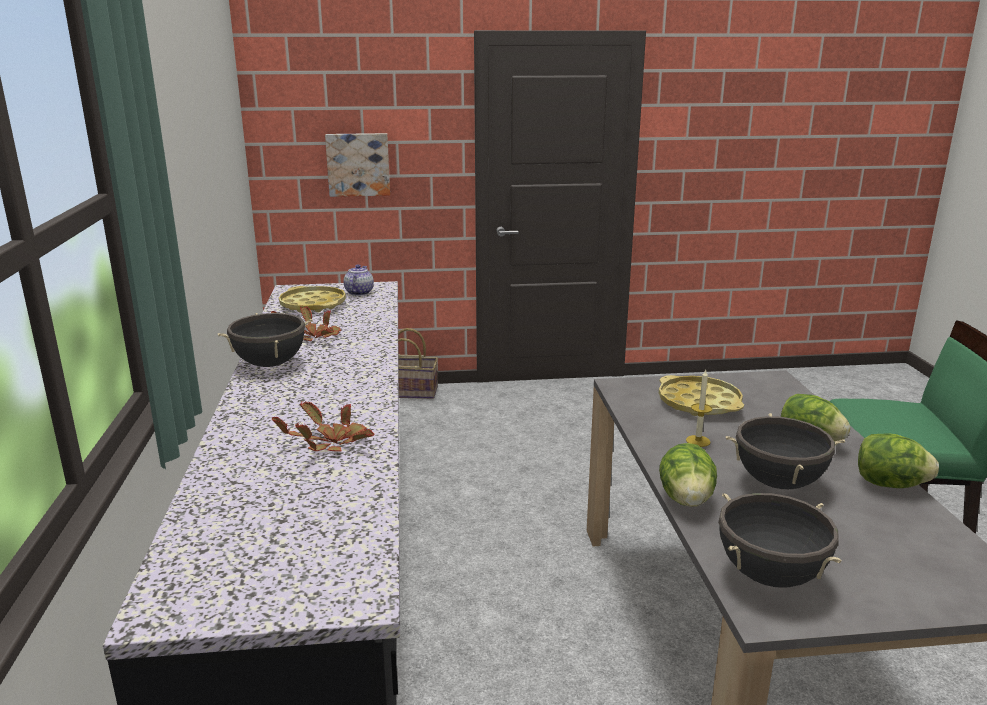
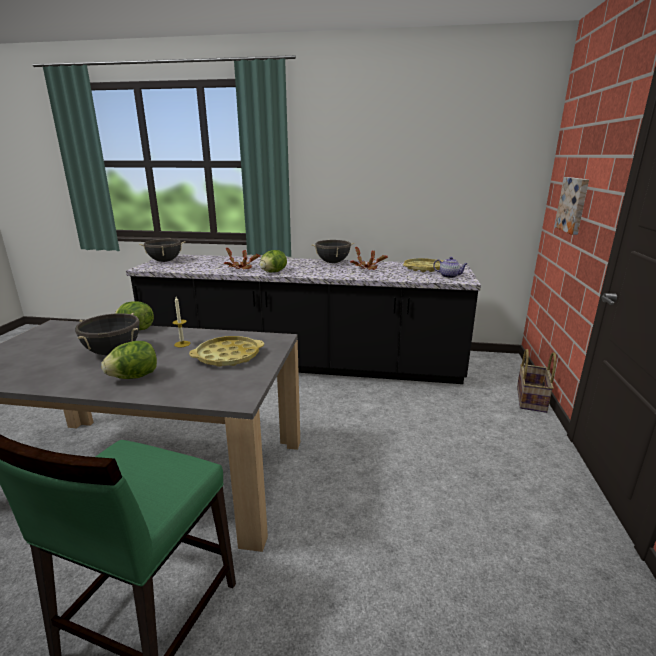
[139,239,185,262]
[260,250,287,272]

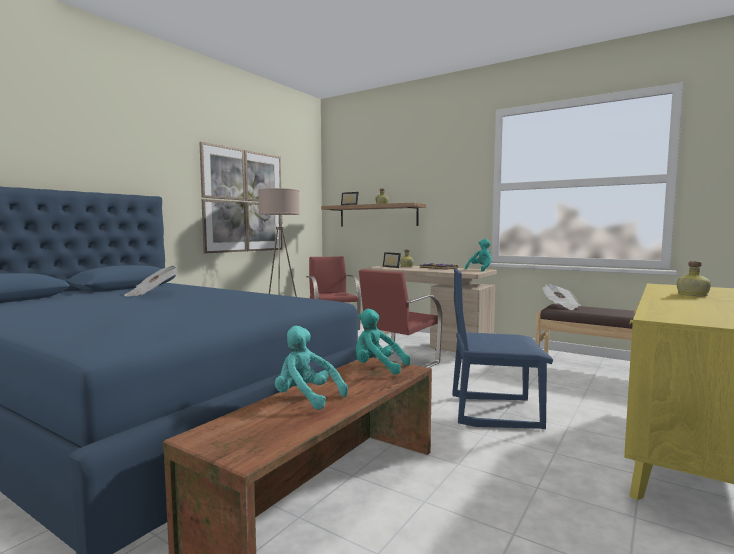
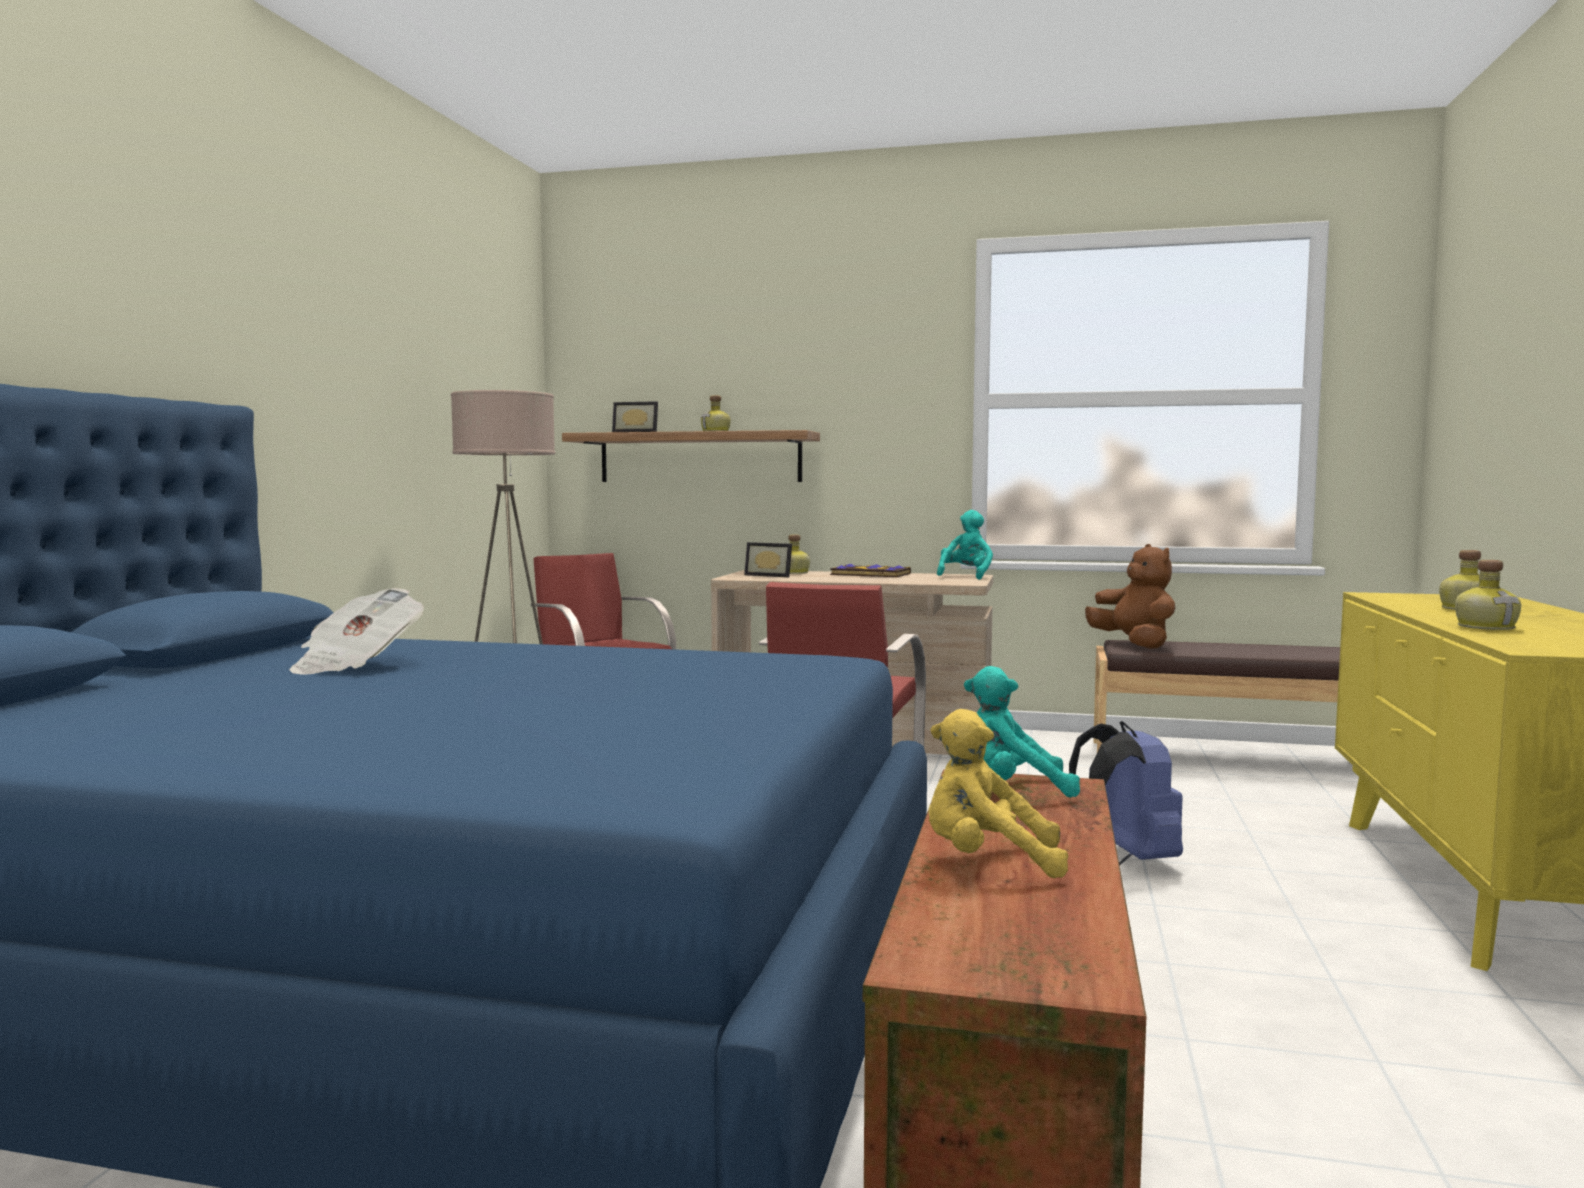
[199,142,282,253] (first image)
[1455,560,1521,630]
[1069,721,1183,866]
[1085,544,1175,649]
[928,709,1068,878]

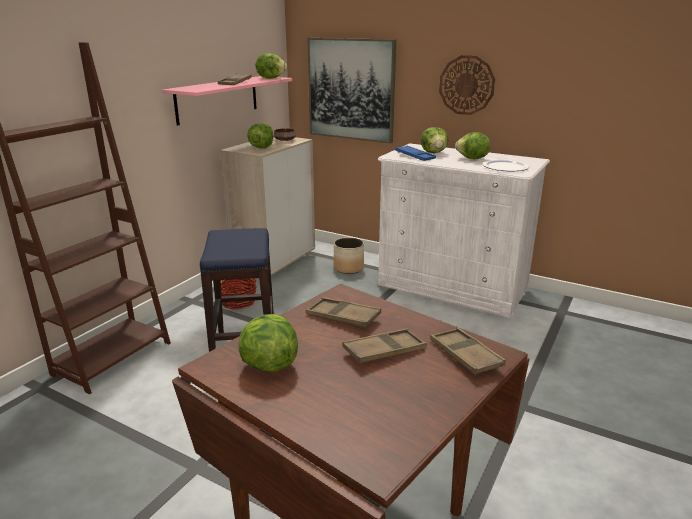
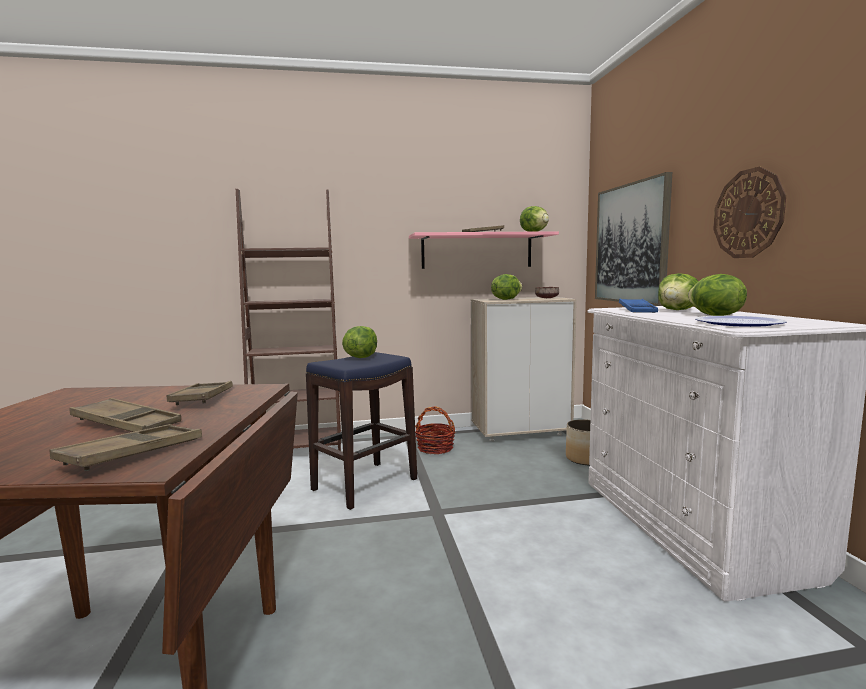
[342,326,377,358]

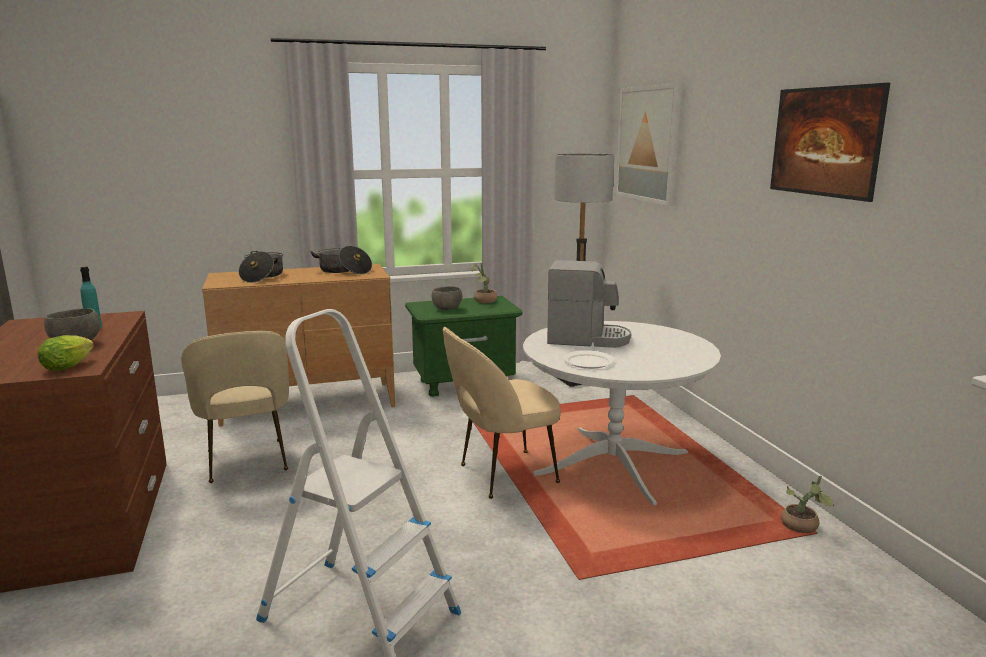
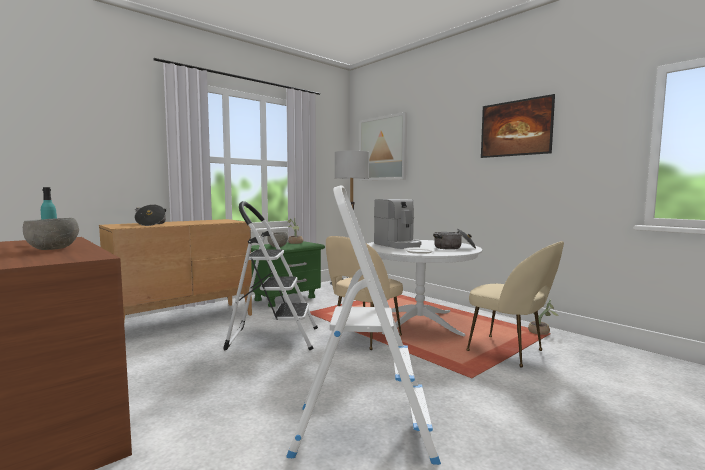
[38,335,94,371] (first image)
[223,201,318,350]
[466,241,564,368]
[433,228,476,250]
[374,199,422,249]

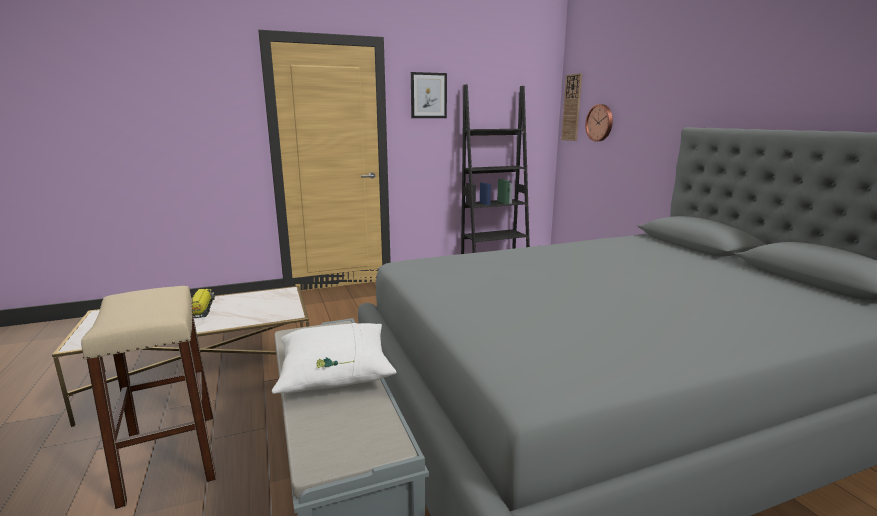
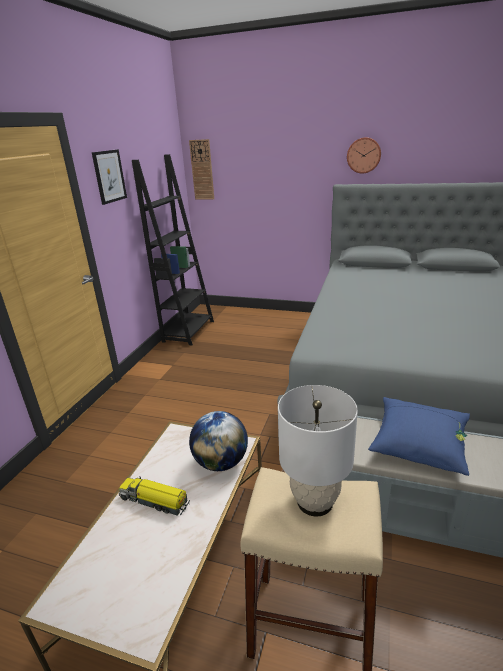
[189,411,248,471]
[278,385,358,516]
[347,137,381,174]
[368,397,470,476]

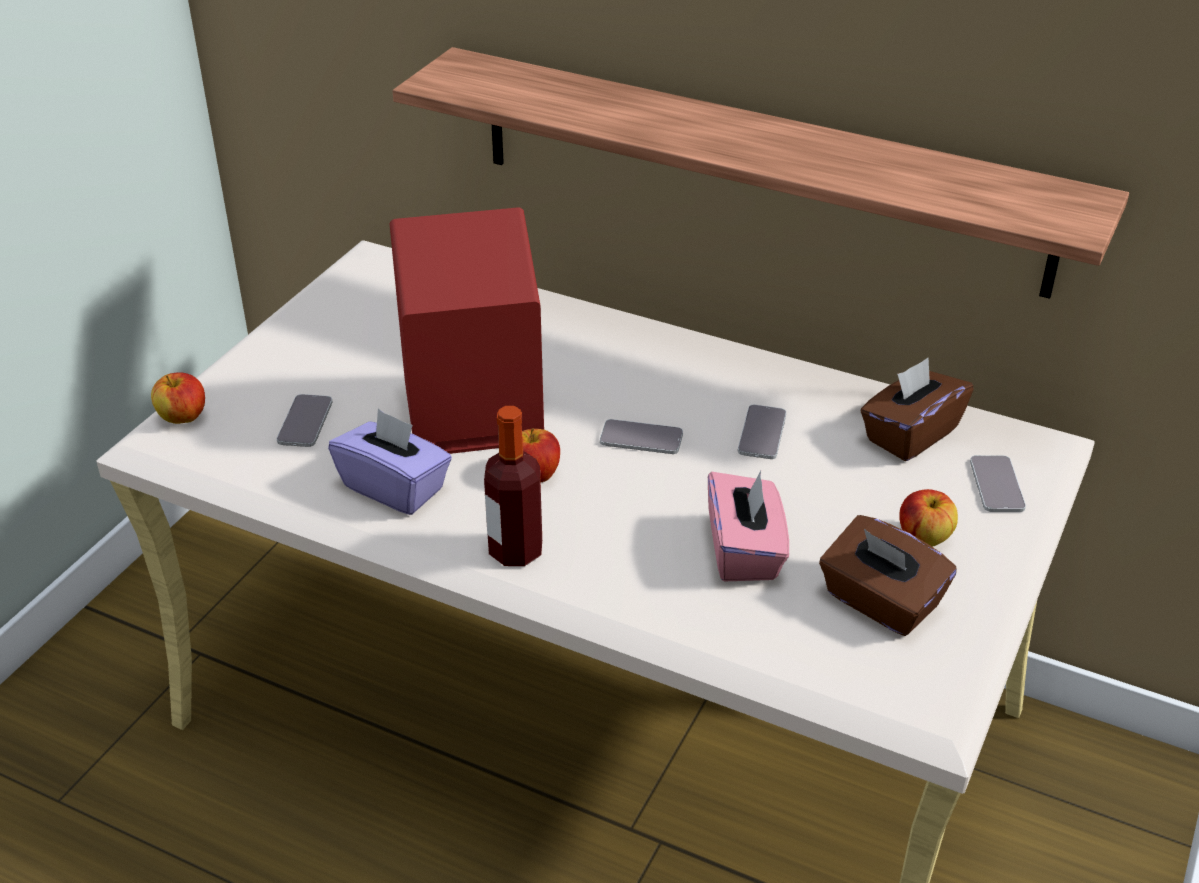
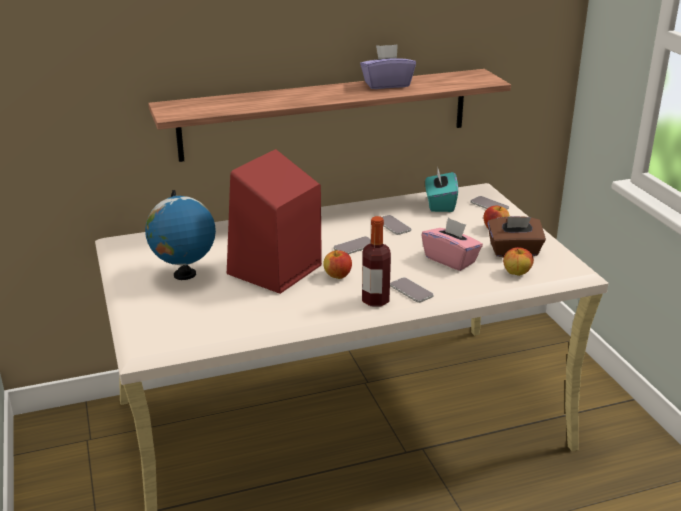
[145,190,216,280]
[503,247,534,276]
[390,277,434,303]
[360,44,416,89]
[425,166,458,212]

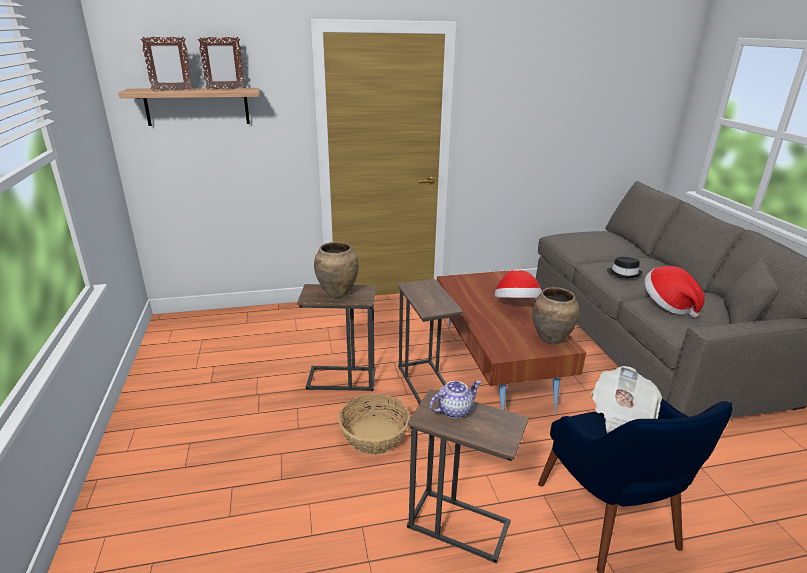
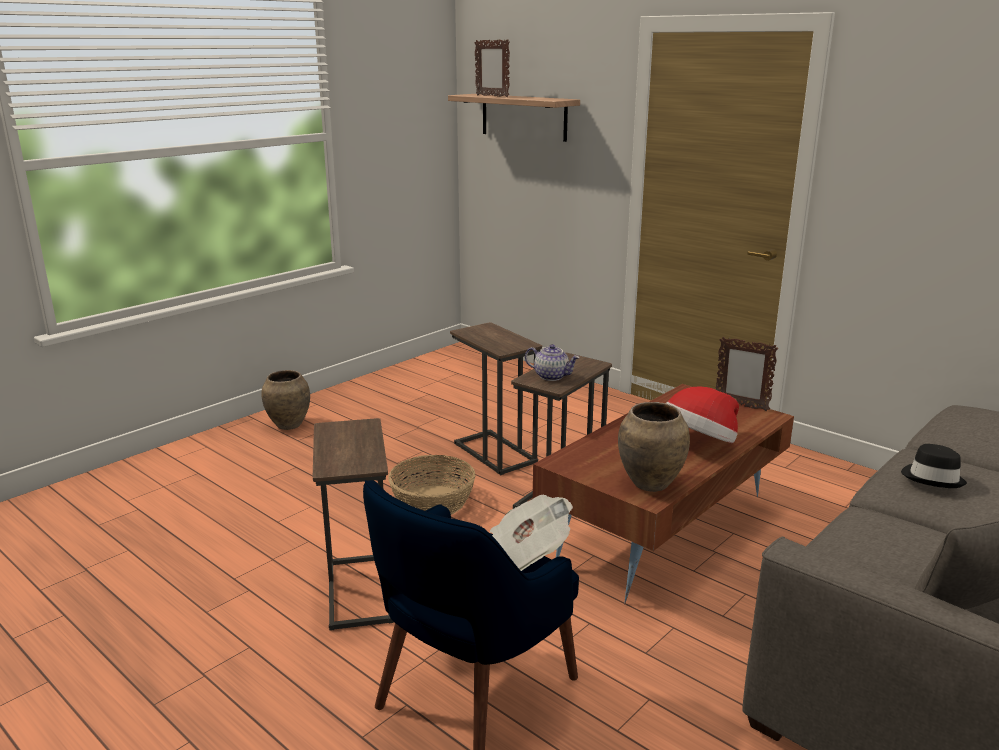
[644,266,705,318] (first image)
[716,337,778,411]
[261,370,310,430]
[525,344,580,381]

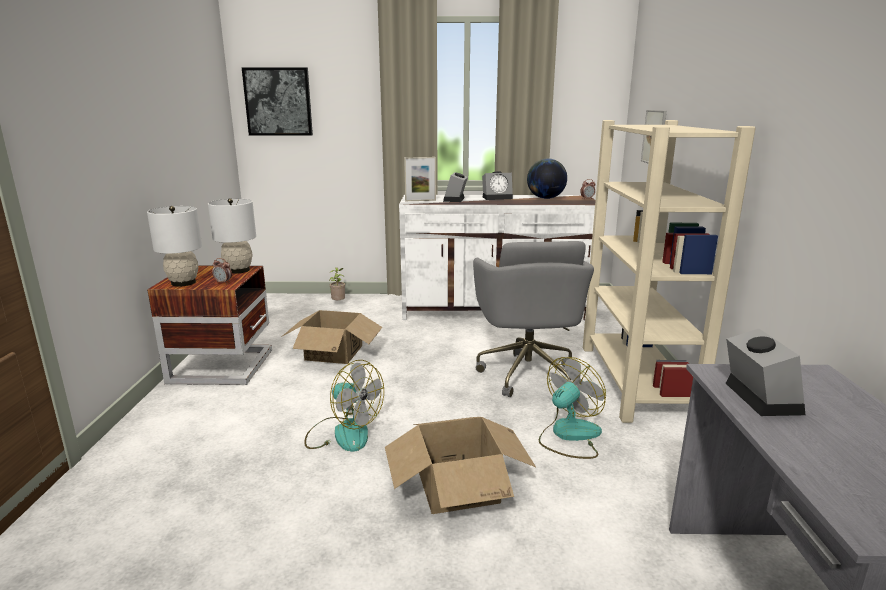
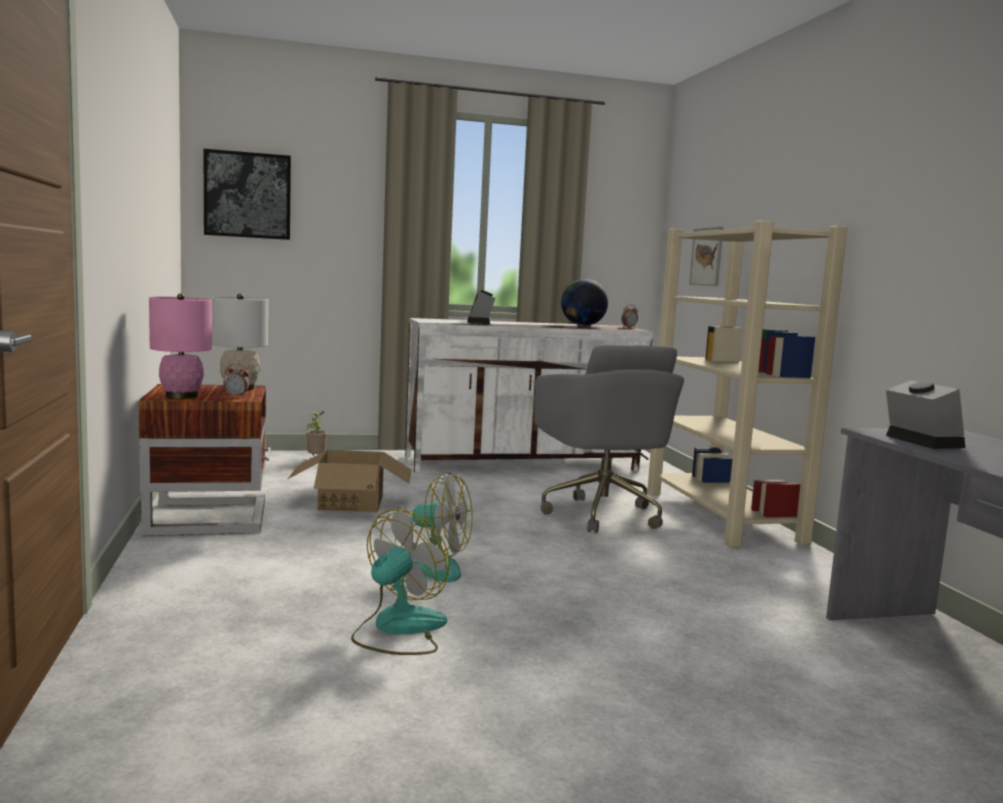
[385,417,536,514] (first image)
[404,157,436,201] (first image)
[482,171,513,200] (first image)
[351,510,450,655]
[149,293,212,399]

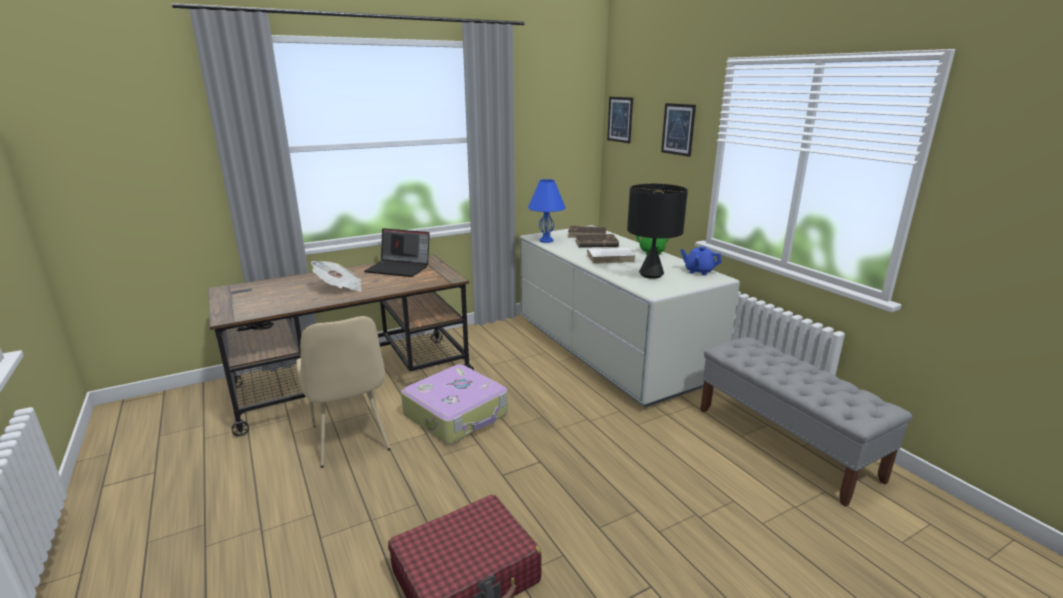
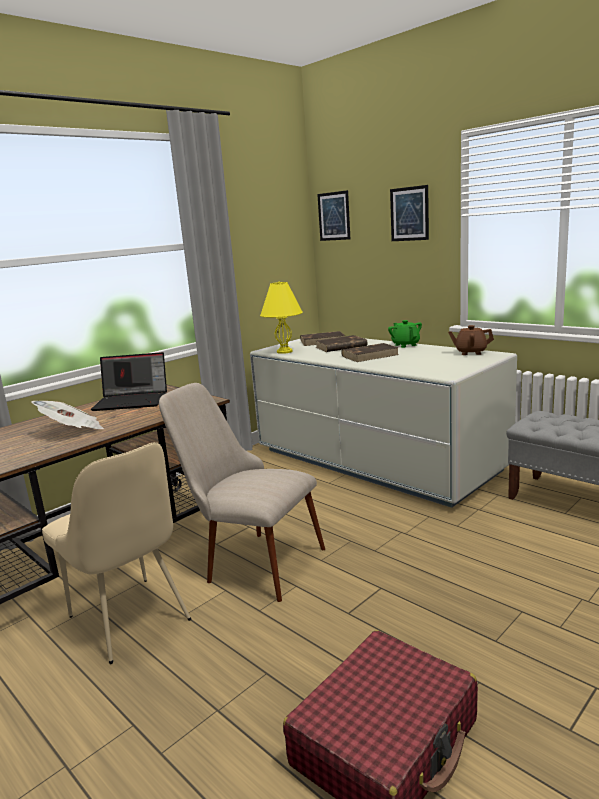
[627,184,688,279] (first image)
[159,383,325,602]
[260,282,303,354]
[341,343,399,362]
[448,325,494,355]

